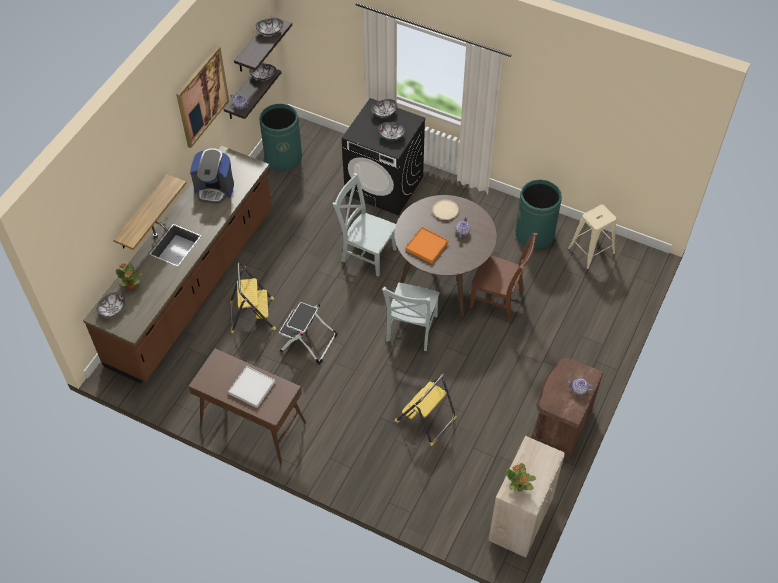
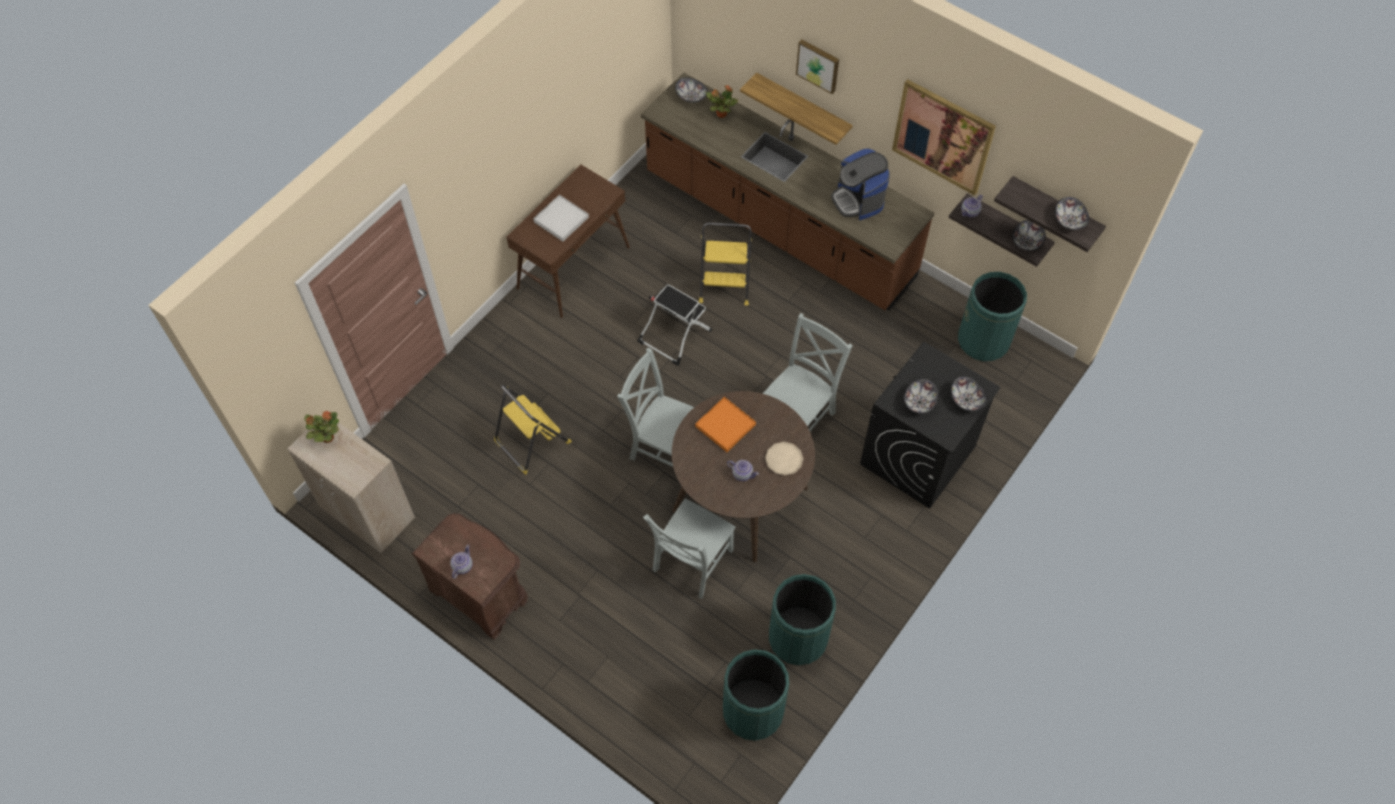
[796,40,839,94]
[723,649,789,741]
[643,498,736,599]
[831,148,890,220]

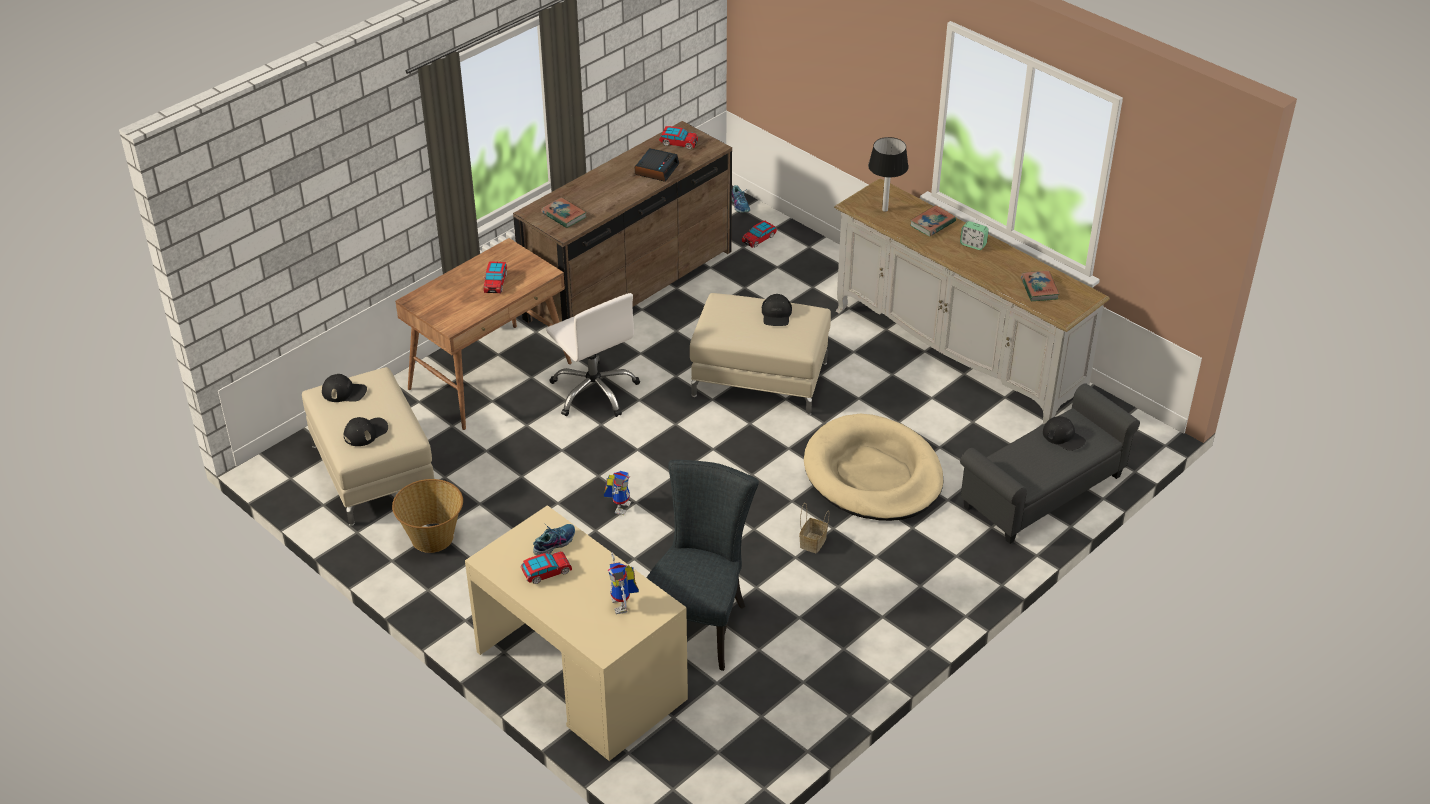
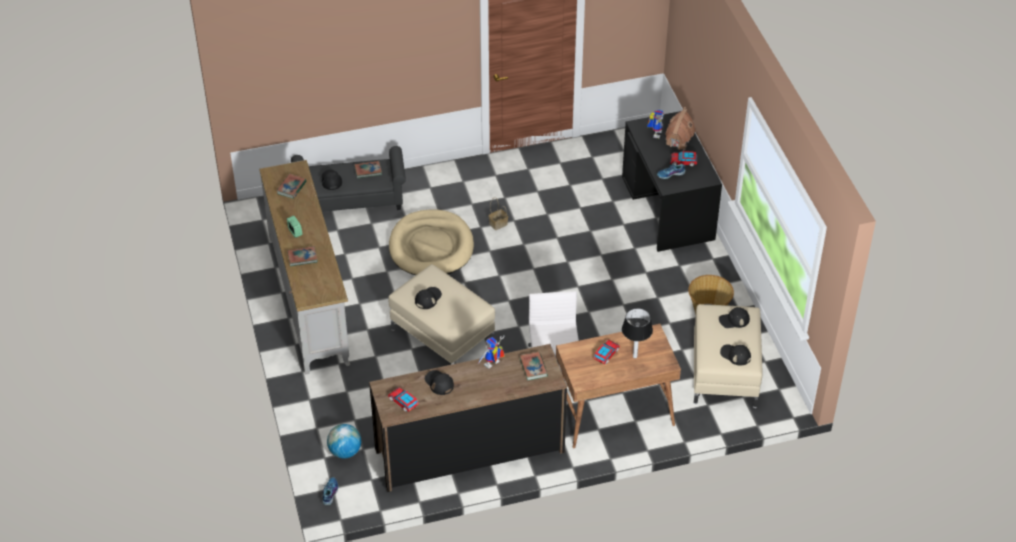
[646,460,759,671] (first image)
[354,161,382,178]
[665,107,695,151]
[479,335,505,369]
[622,308,653,358]
[425,370,454,395]
[327,424,361,458]
[622,111,722,252]

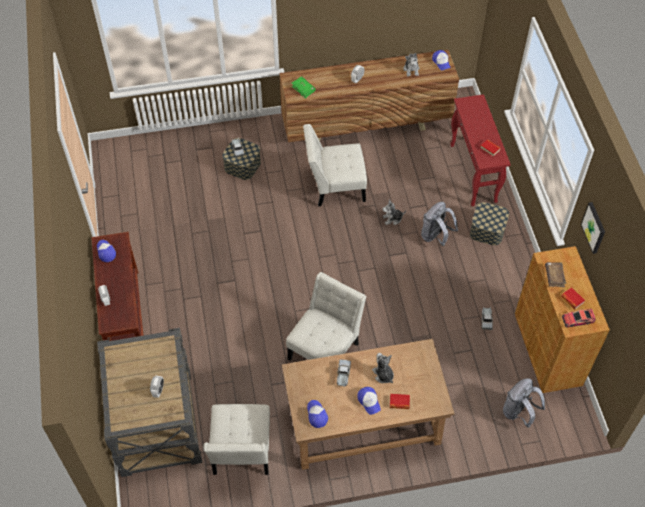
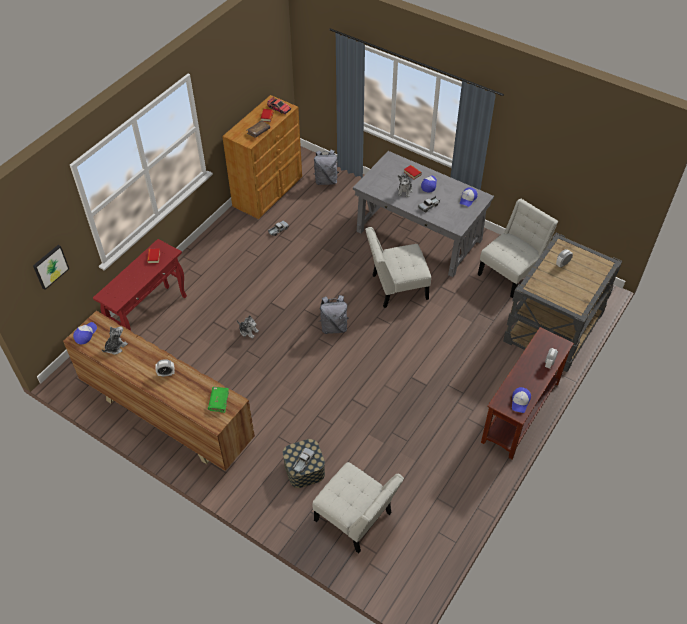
[470,202,509,245] (first image)
[313,462,404,553]
[320,295,349,334]
[33,245,69,290]
[353,151,494,277]

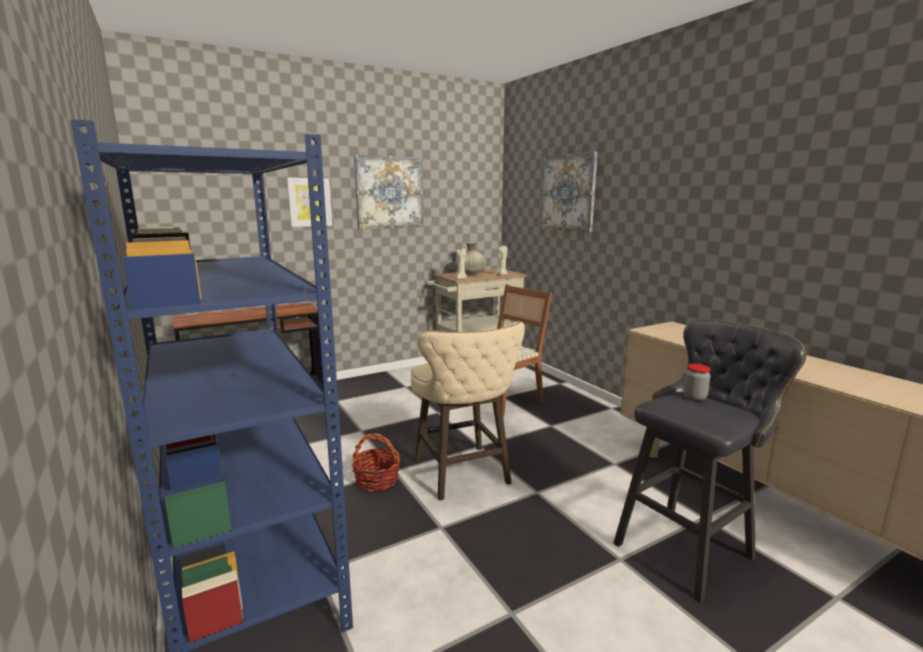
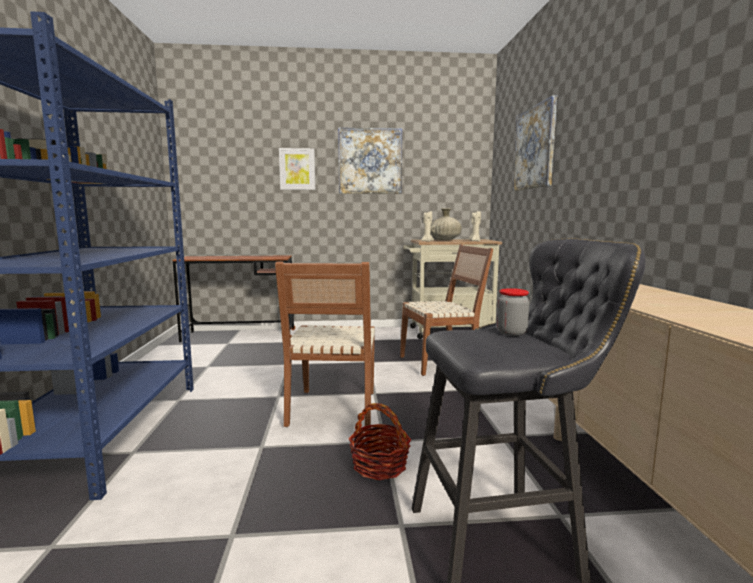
[348,403,411,480]
[275,262,375,427]

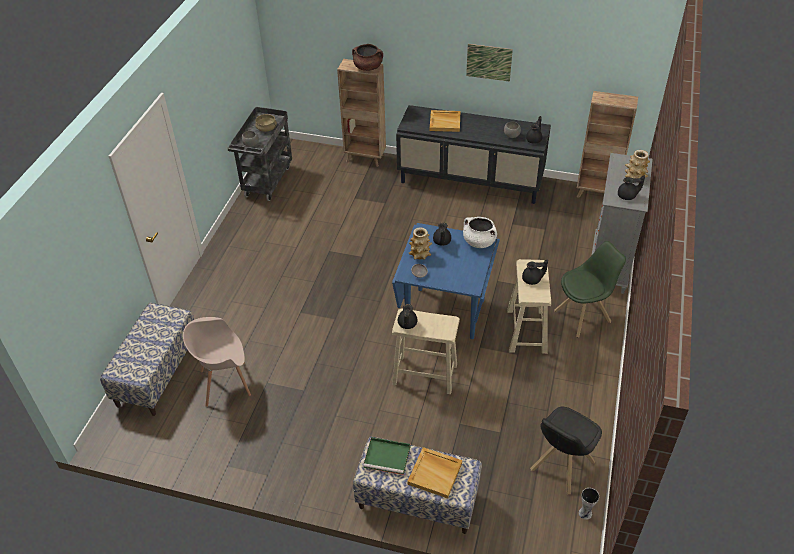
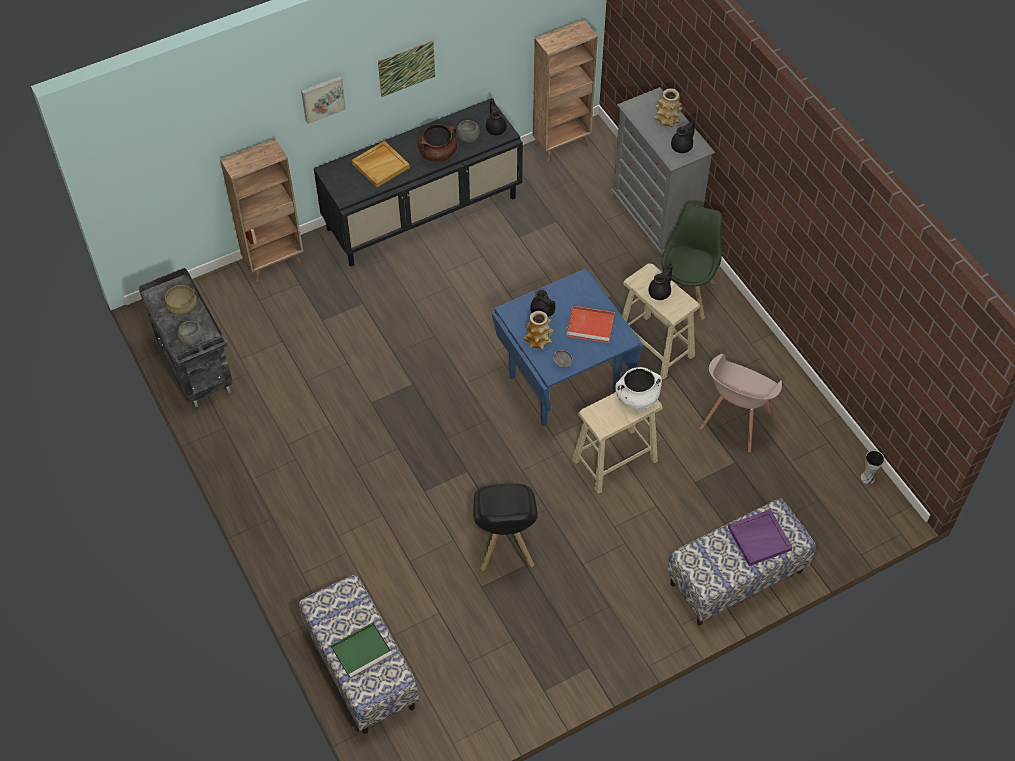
[398,304,417,329] (first image)
[301,76,346,124]
[566,305,615,343]
[700,354,782,452]
[418,124,457,162]
[331,622,392,678]
[615,367,662,410]
[473,483,538,571]
[728,509,793,566]

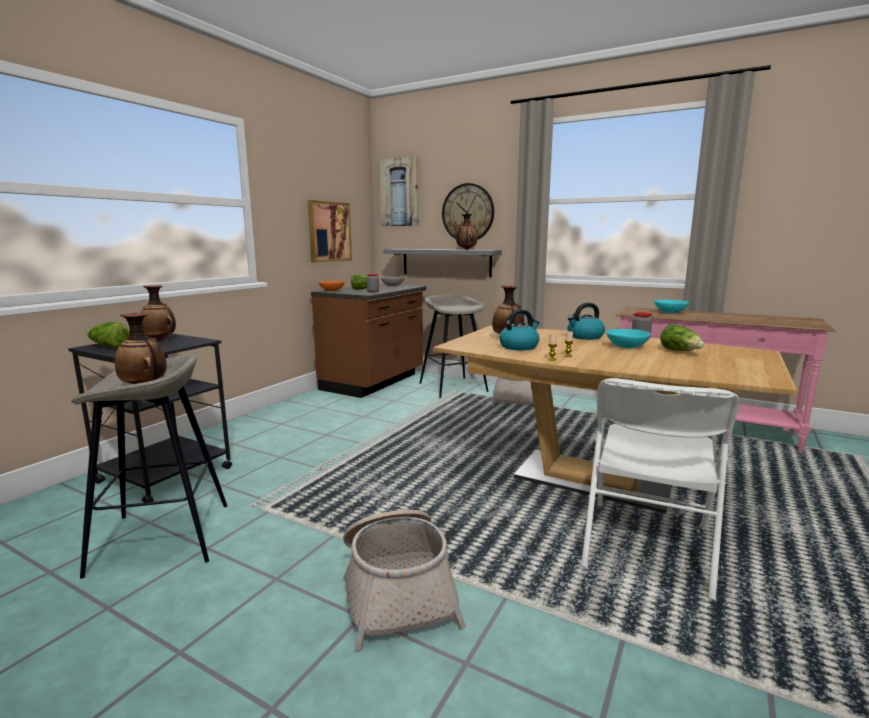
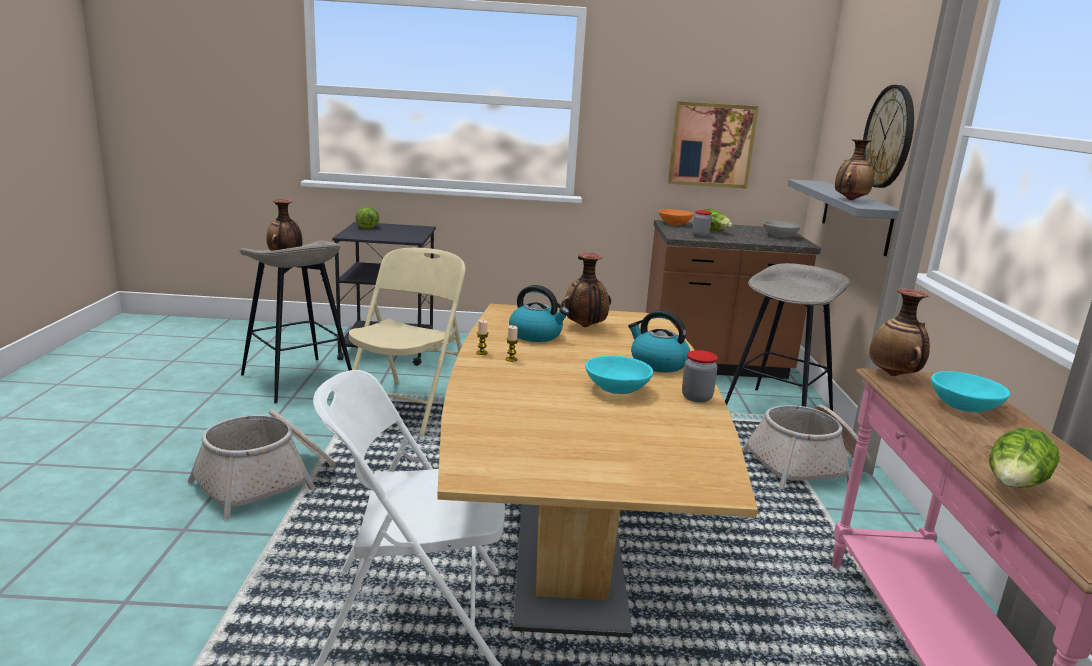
[380,157,419,226] (first image)
[349,248,465,436]
[870,289,930,376]
[989,428,1060,488]

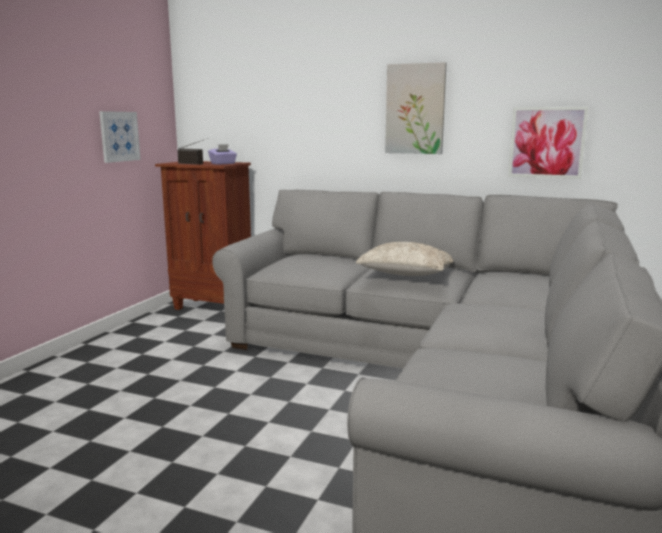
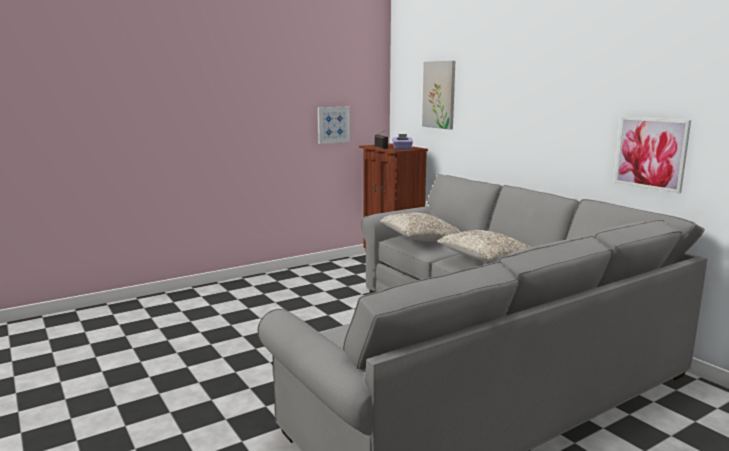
[380,212,461,241]
[422,61,455,129]

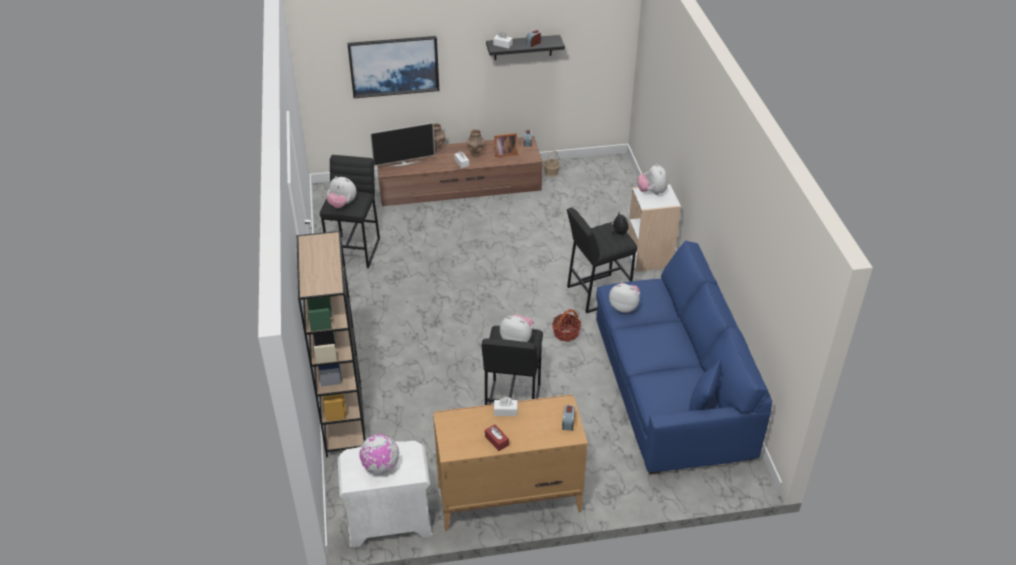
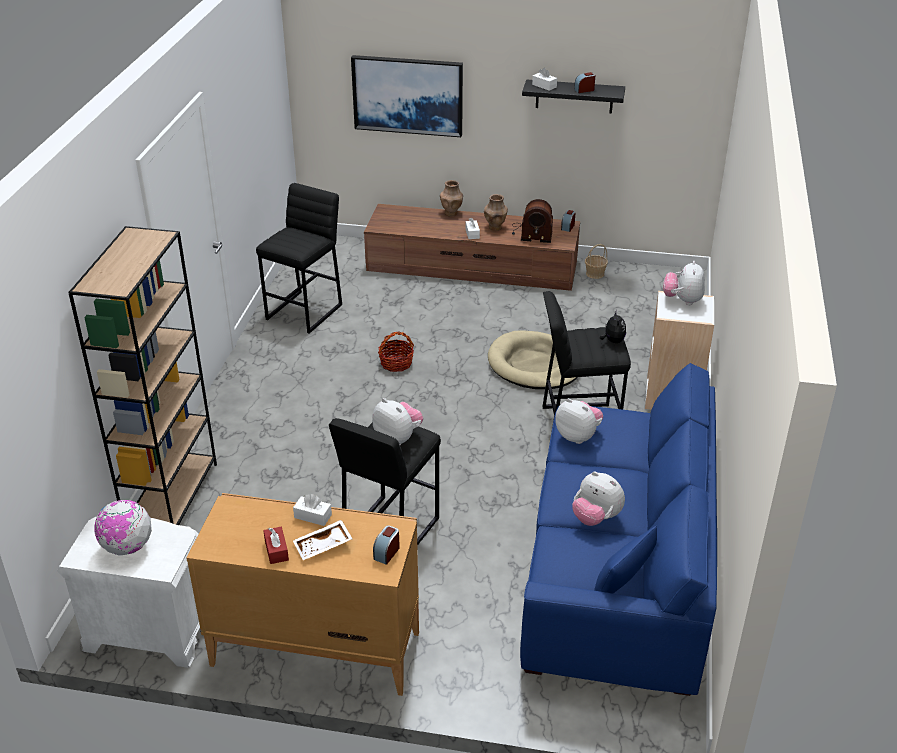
[370,123,435,167] (first image)
[293,520,352,560]
[488,330,578,389]
[572,471,625,526]
[378,331,414,372]
[512,199,553,243]

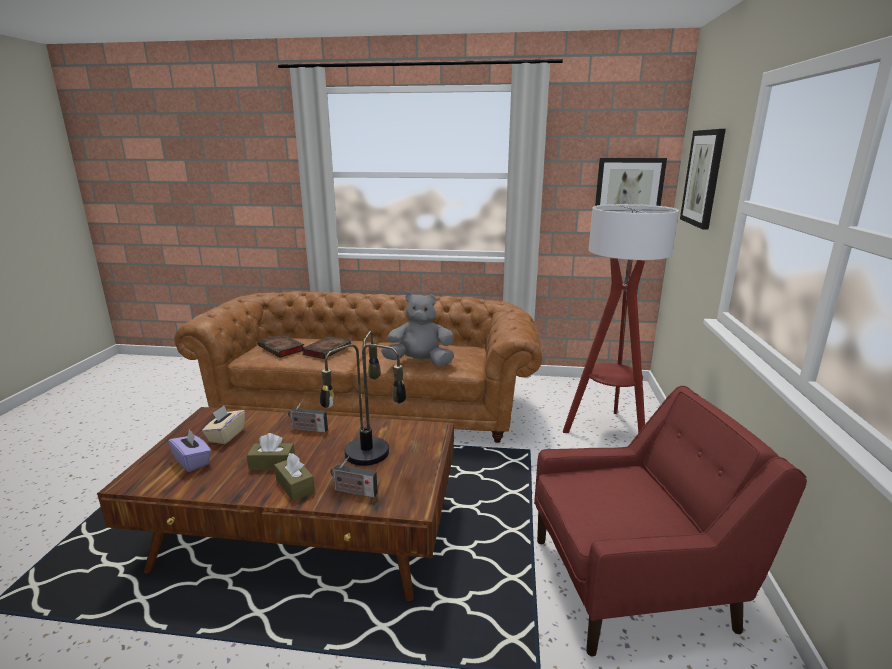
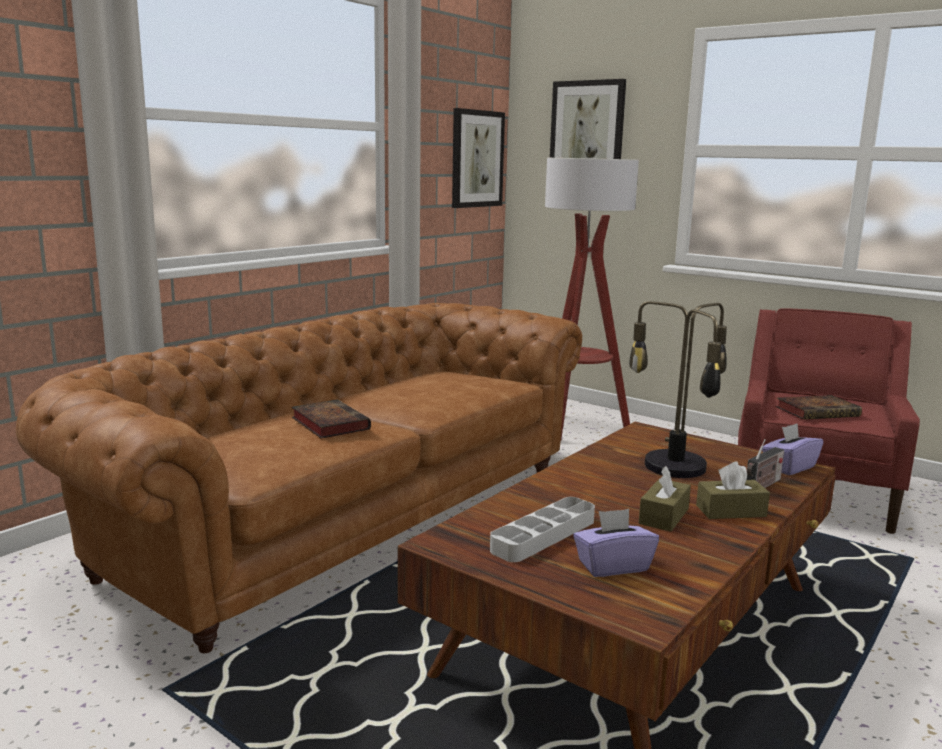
[288,400,328,433] (first image)
[381,292,454,366] (first image)
[762,423,824,475]
[776,395,862,420]
[490,497,595,562]

